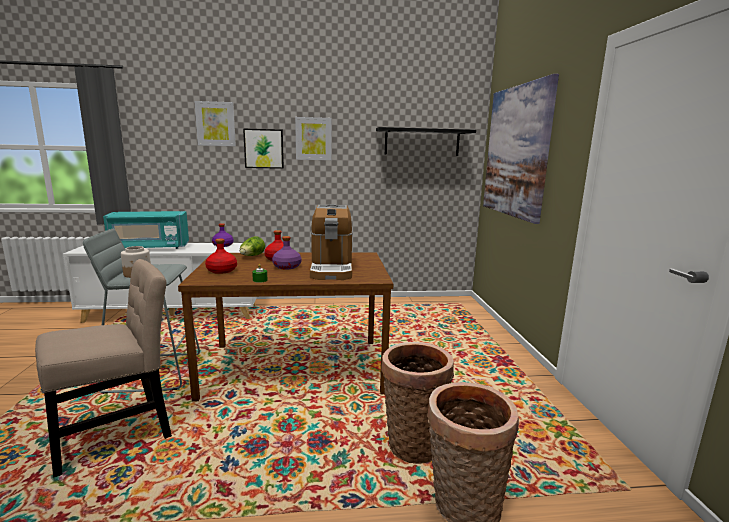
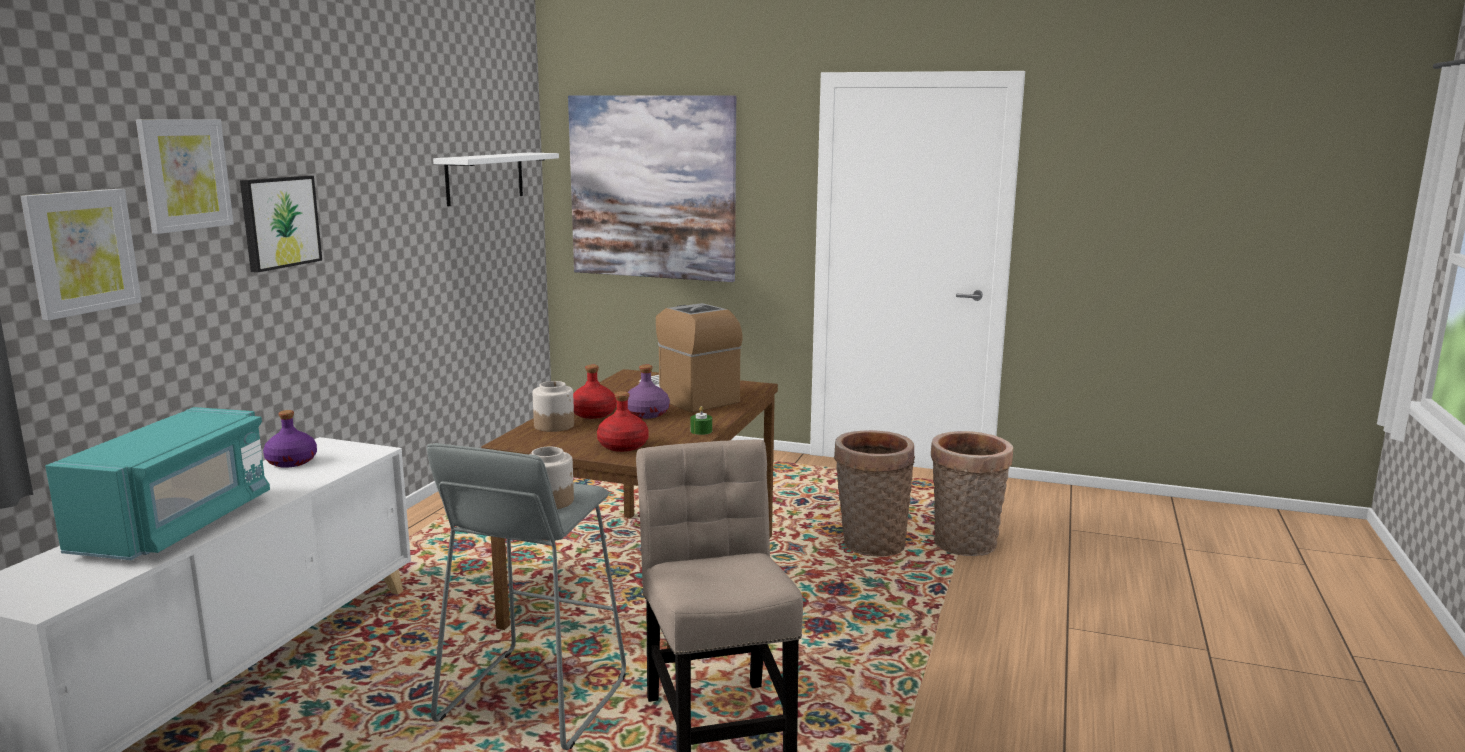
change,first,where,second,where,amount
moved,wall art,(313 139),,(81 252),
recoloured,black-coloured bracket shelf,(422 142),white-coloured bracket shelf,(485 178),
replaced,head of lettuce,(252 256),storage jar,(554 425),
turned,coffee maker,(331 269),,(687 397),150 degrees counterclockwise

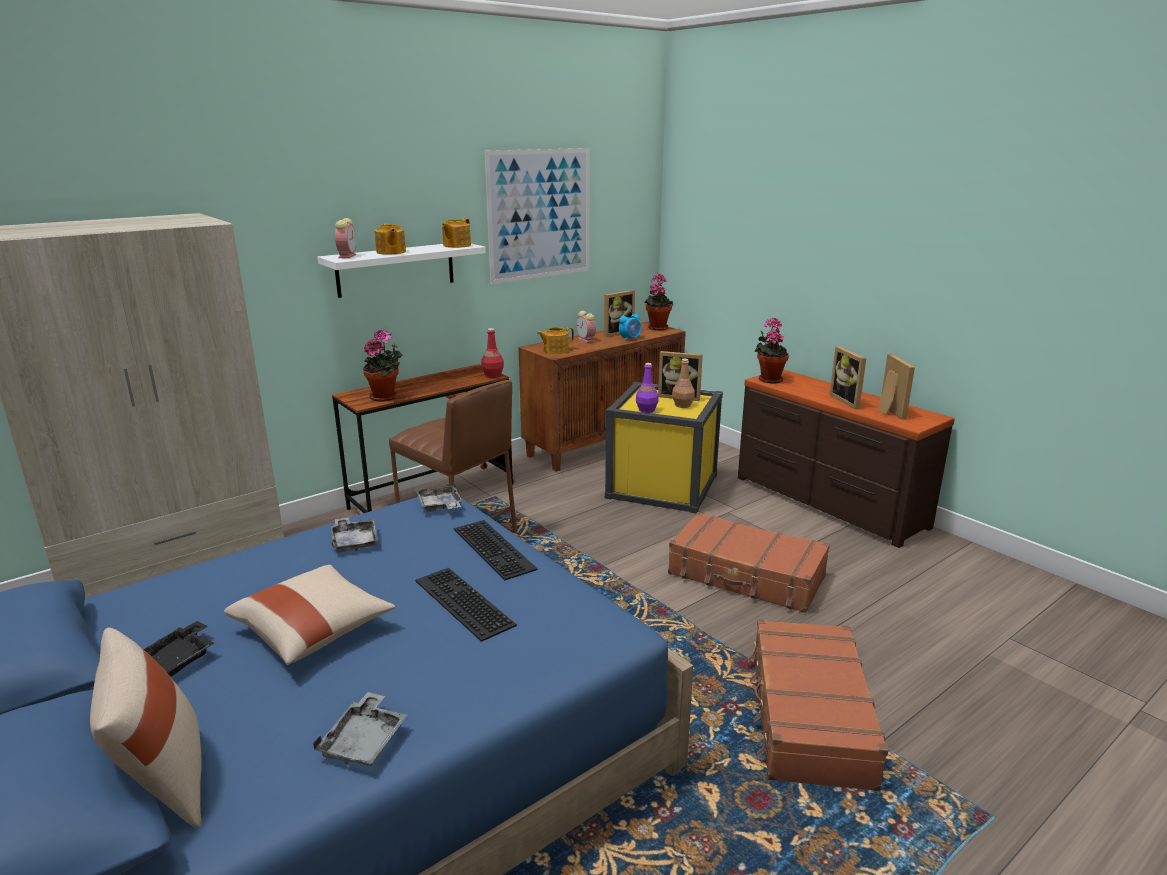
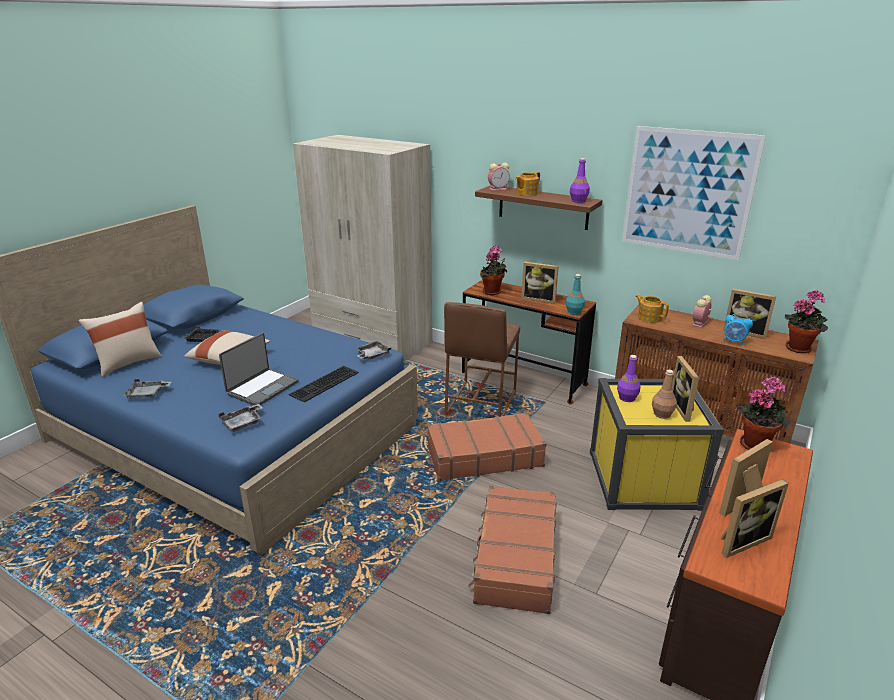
change,first,where,second,where,amount
replaced,keyboard,(460 603),laptop,(262 388),
moved,grey tray,(354 541),,(243 423),
moved,brownish suitcase,(808 716),,(484 456),
recoloured,white-coloured bracket shelf,(396 269),brownish bracket shelf,(543 207),
added,,,standing frame,(539 299),
recoloured,reddish drink bottle,(492 375),turquoise-coloured drink bottle,(574 312),
replaced,tea pot,(456 245),purple drink bottle,(578 201),

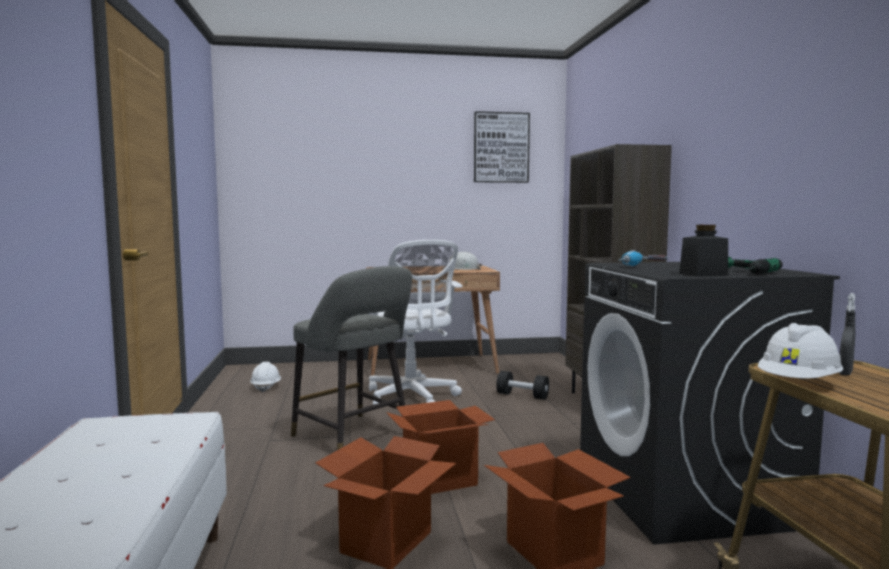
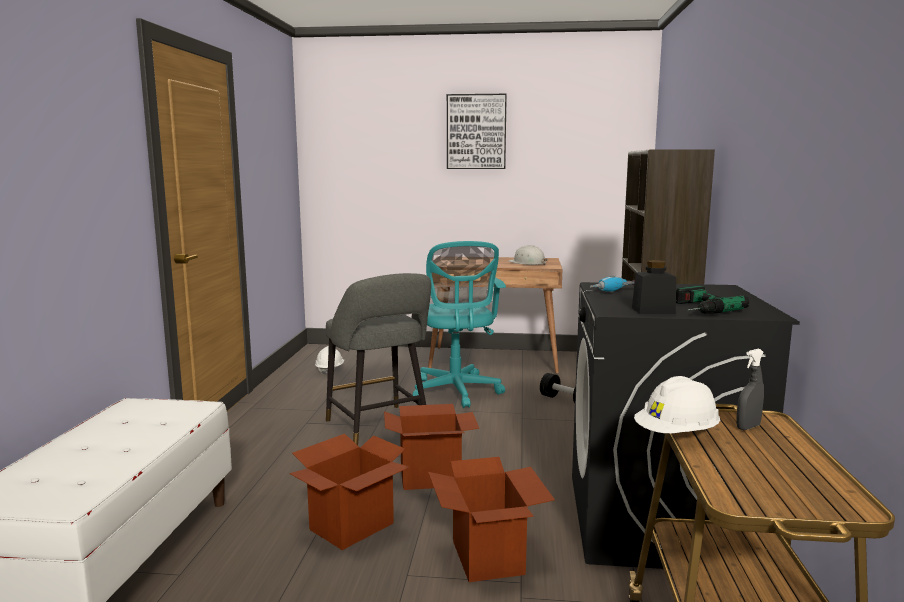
change,first,where,second,where,amount
recoloured,white-coloured computer chair,(413 397),turquoise-coloured computer chair,(456 392),
moved,wall art,(501 147),,(476 132),

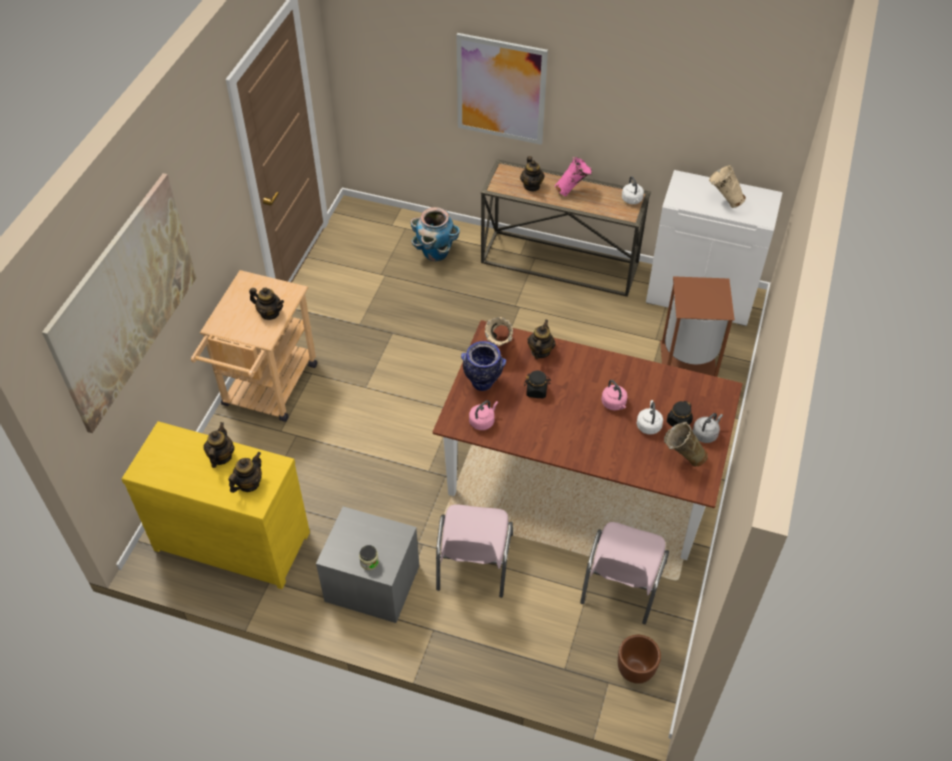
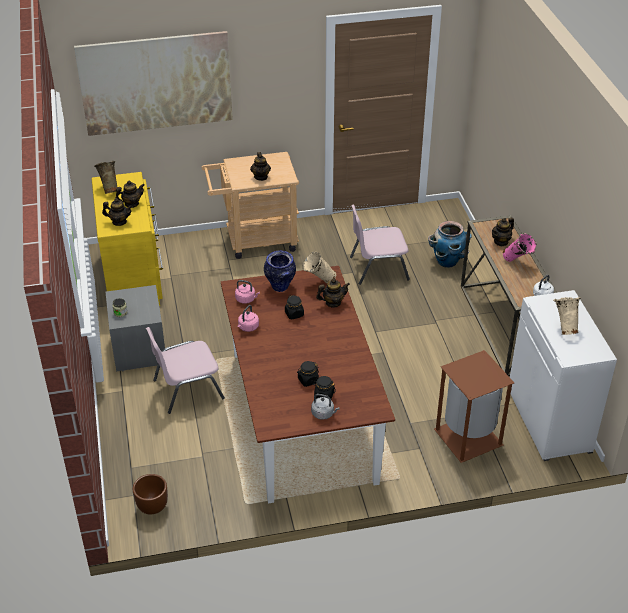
change,first,where,second,where,amount
moved,beige flower vase,(681 459),,(109 189),
moved,pink-coloured water kettle,(614 404),,(248 327),
replaced,white-coloured water kettle,(648 425),black-coloured storage jar,(308 380),
moved,pink-coloured chair,(621 584),,(377 268),
removed,wall art,(501 89),,,

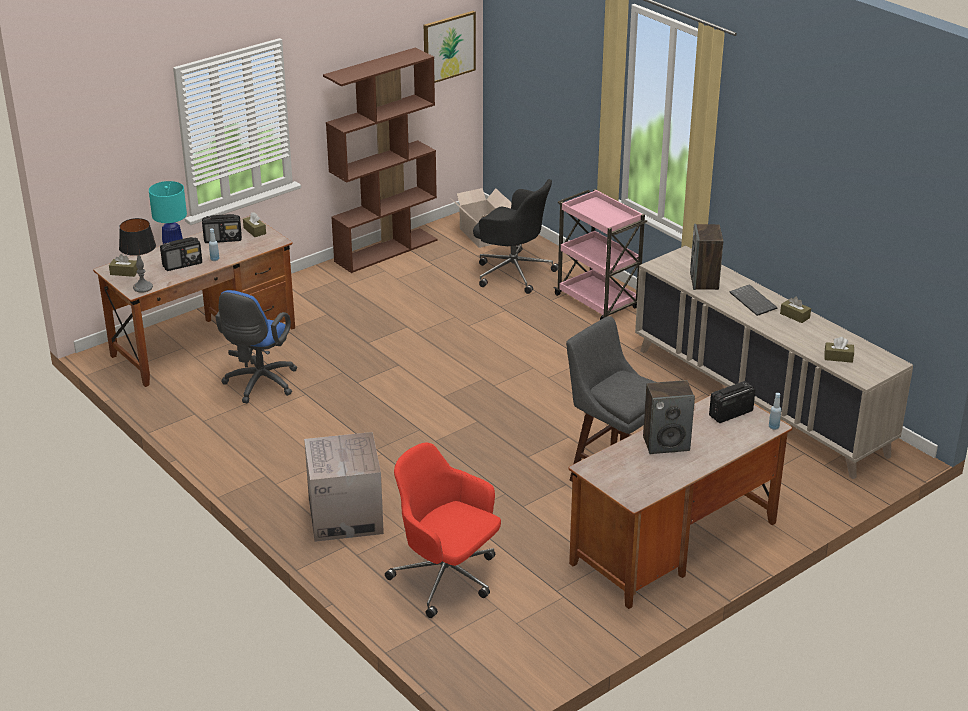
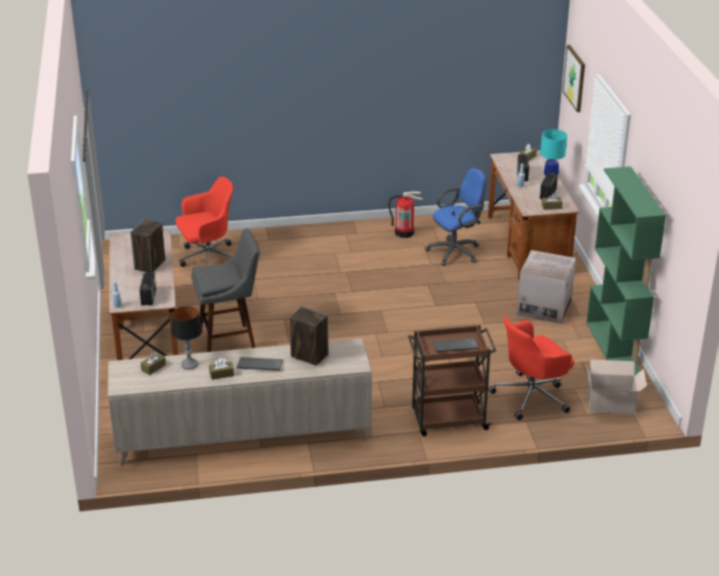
change,first,where,second,where,amount
moved,lamp for a table,(143 287),,(189 364),
added,,,fire extinguisher,(404 232),
recoloured,pink-coloured cart,(598 302),brownish cart,(448 420),
turned,bluish computer chair,(259 385),,(456 252),105 degrees clockwise
added,,,keyboard,(455 347),
recoloured,black-coloured computer chair,(512 272),reddish computer chair,(532 396),
moved,carton,(345 516),,(544 308),
moved,wall art,(448 47),,(575 78),
recoloured,brownish shelving unit,(386 250),green shelving unit,(614 348),

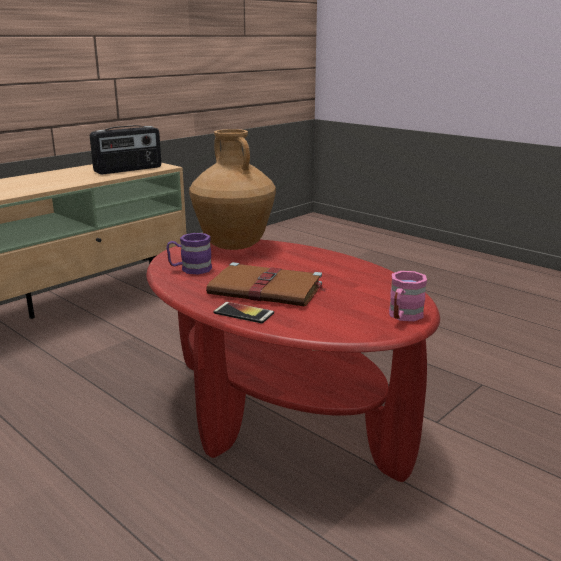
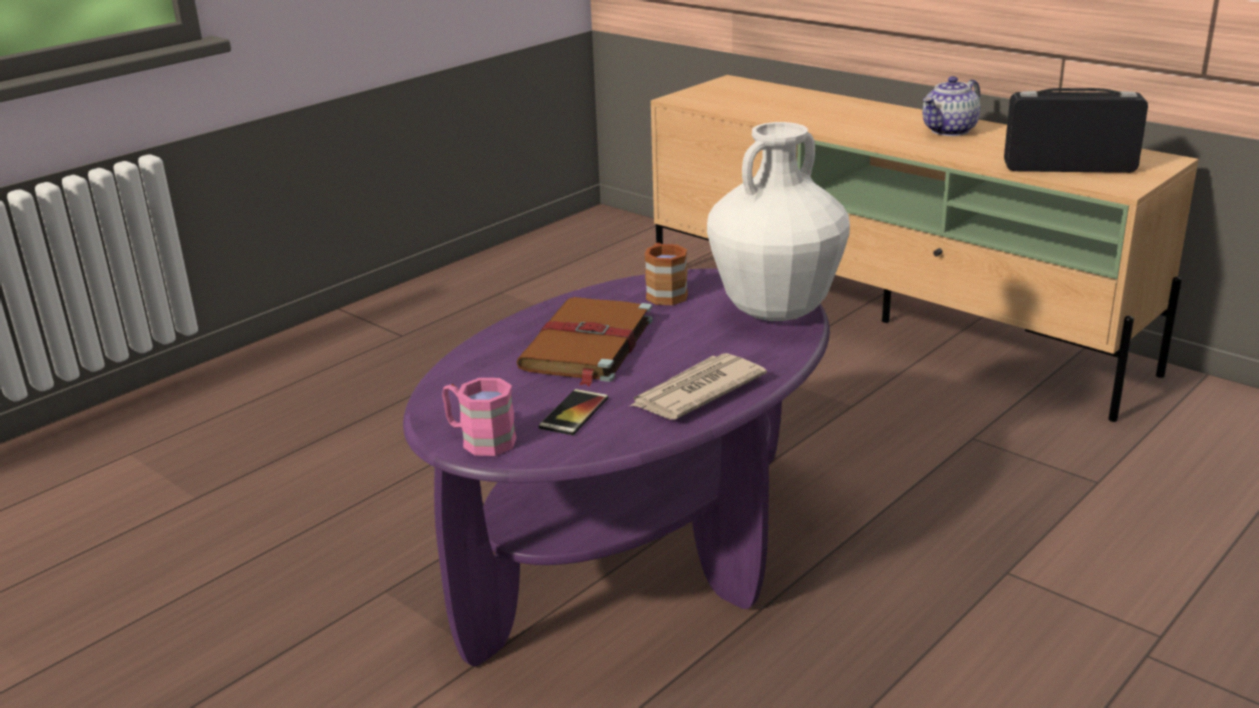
change,first,where,second,where,amount
recoloured,reddish low table,(280 415),purple low table,(637 552),
moved,phone,(243 313),,(574 413),
added,,,newspaper,(695 392),
recoloured,purple mug,(190 269),brownish mug,(664 292),
recoloured,brownish flower vase,(233 246),white-coloured flower vase,(776 311),
added,,,tea pot,(949 131),
turned,radio receiver,(128 170),,(1069 167),135 degrees clockwise

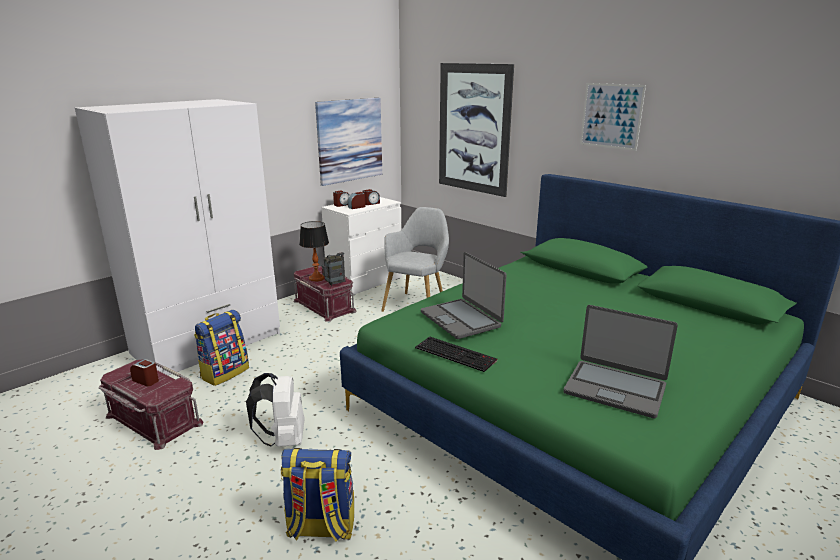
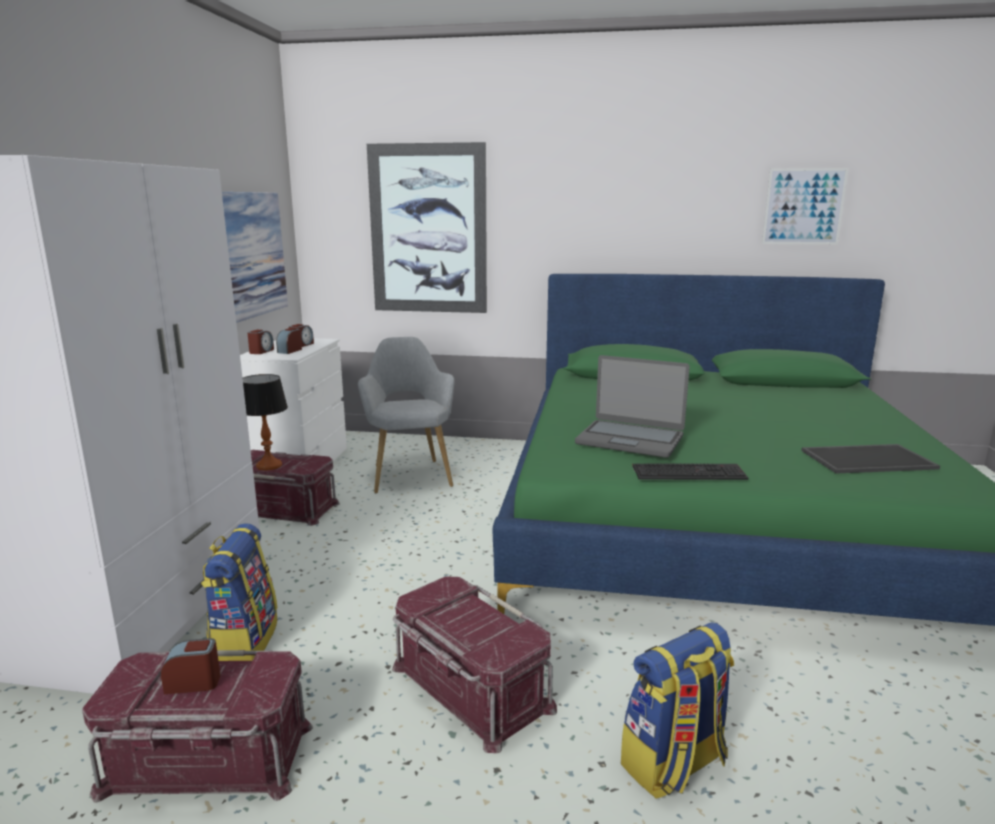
change,first,where,second,where,amount
replaced,white-coloured backpack,(283 439),reddish storage bin,(469 688),
moved,wall art,(611 116),,(804 206),
replaced,laptop,(615 388),tray,(868 459),
removed,radio receiver,(335 284),,,

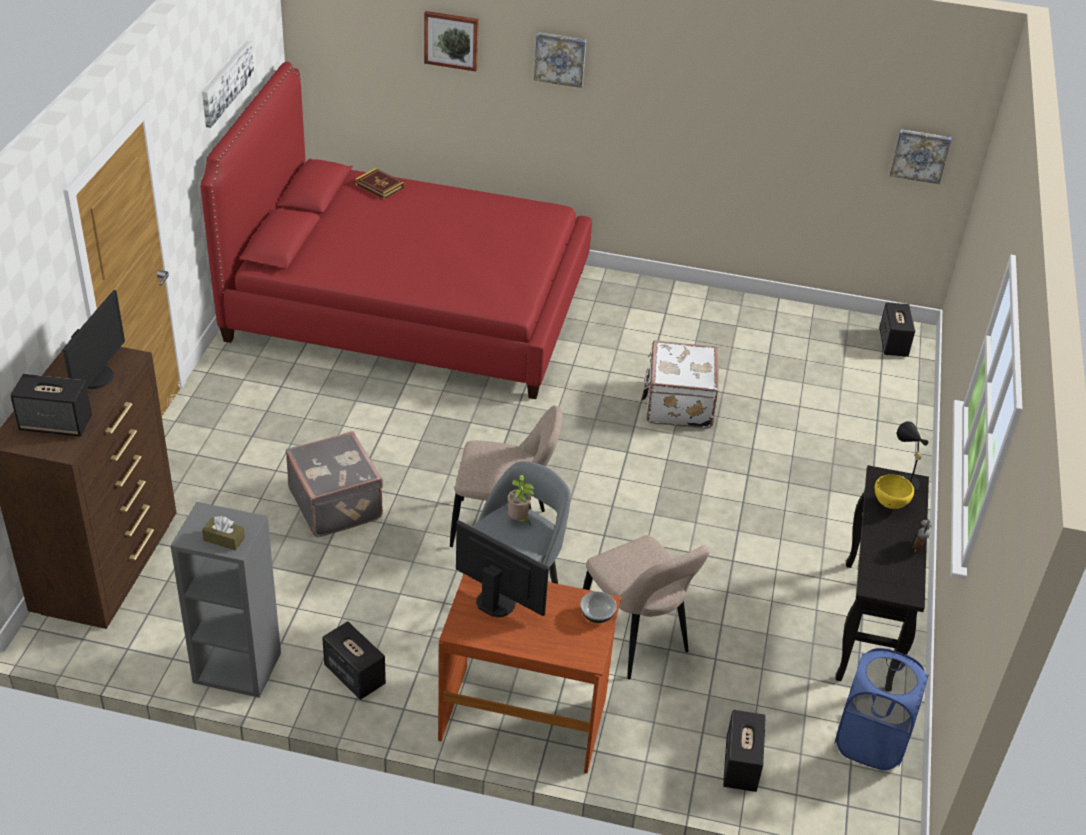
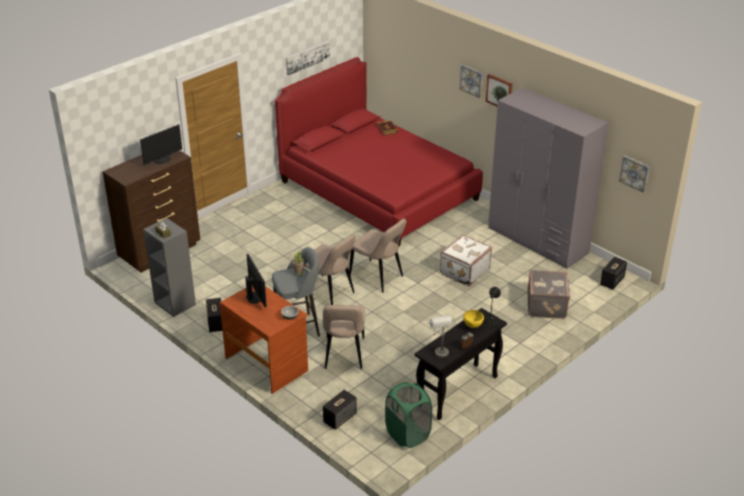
change,first,where,second,where,amount
added,,,beige chair,(378 277),
recoloured,bluish hamper,(870 742),green hamper,(408 434),
added,,,grey lamp for a table,(440 350),
moved,wall art,(451 40),,(499 92),
added,,,grey clothes cupboard,(537 240),
moved,grey suitcase,(337 503),,(547 305),
removed,loudspeaker,(56 424),,,

